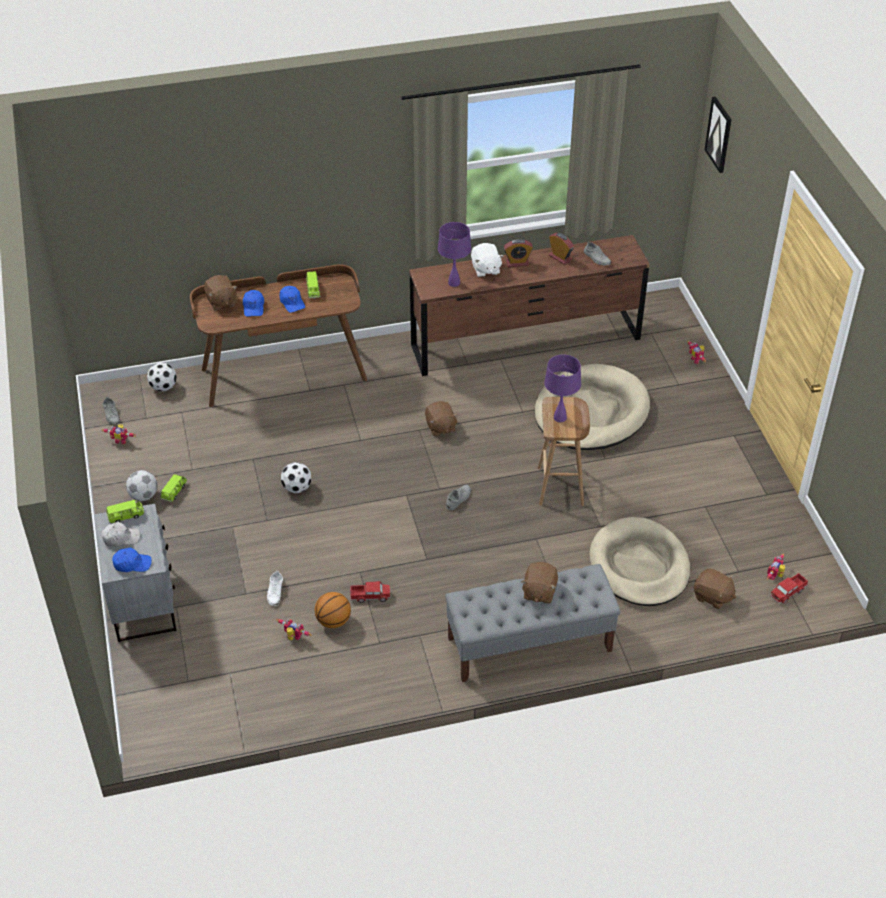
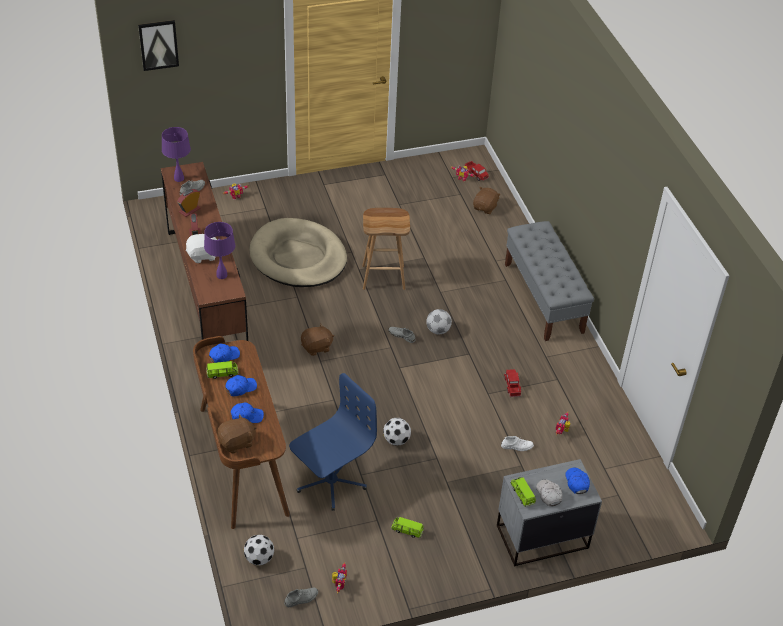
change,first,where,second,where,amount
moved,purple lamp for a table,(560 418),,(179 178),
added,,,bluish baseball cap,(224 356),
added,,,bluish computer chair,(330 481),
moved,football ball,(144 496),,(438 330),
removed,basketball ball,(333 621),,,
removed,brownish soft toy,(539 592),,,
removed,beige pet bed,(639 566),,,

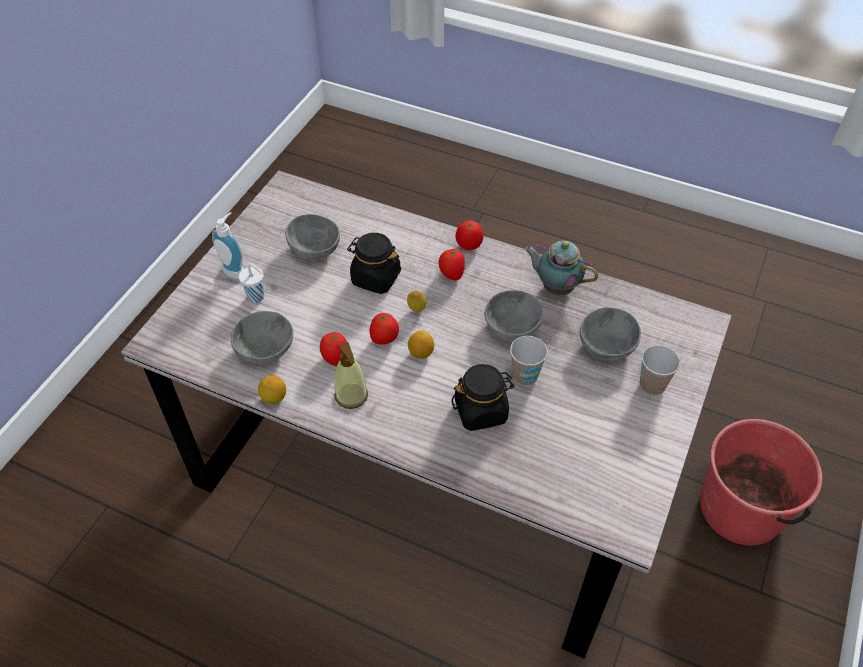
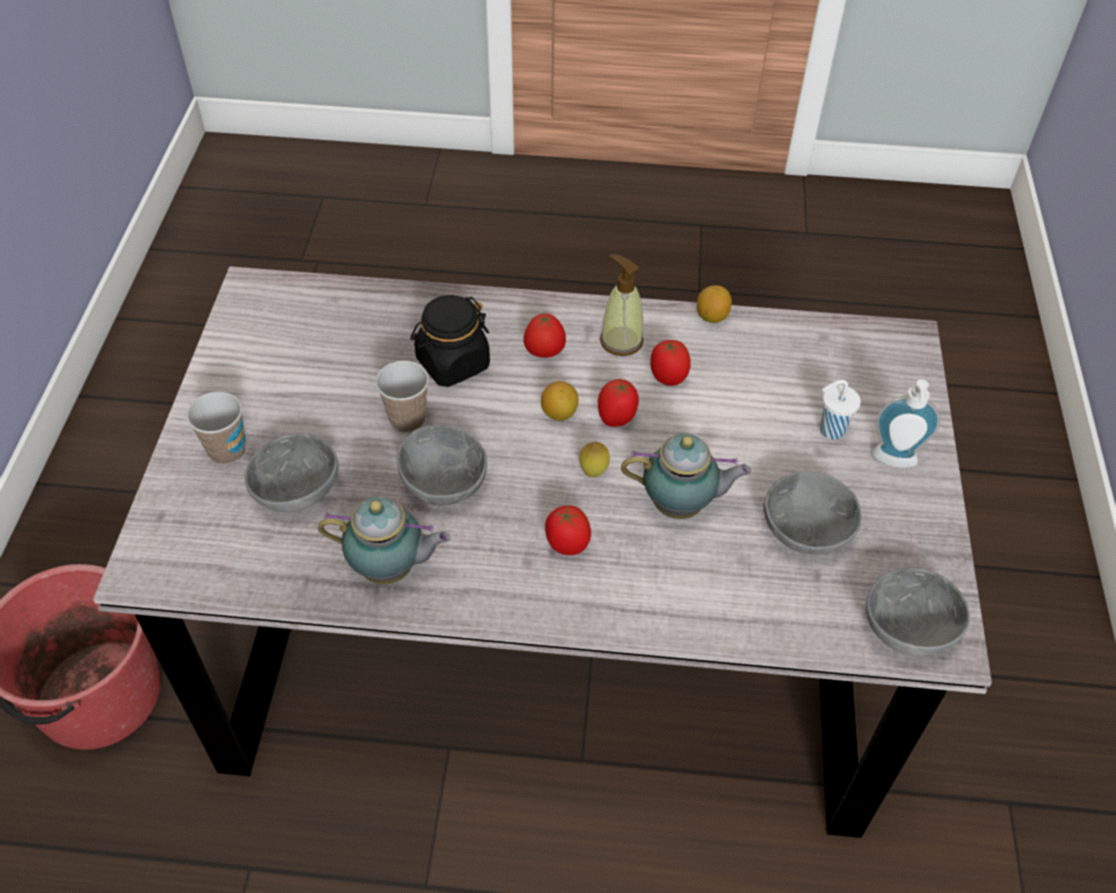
change,first,where,second,where,amount
moved,tomato,(468 246),,(544 353),
replaced,black-coloured storage jar,(375 278),tea pot,(681 506),
moved,grey serving bowl,(265 350),,(906 627),

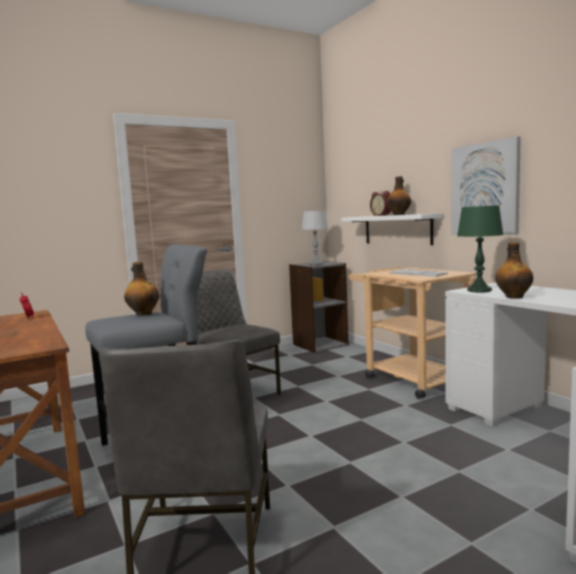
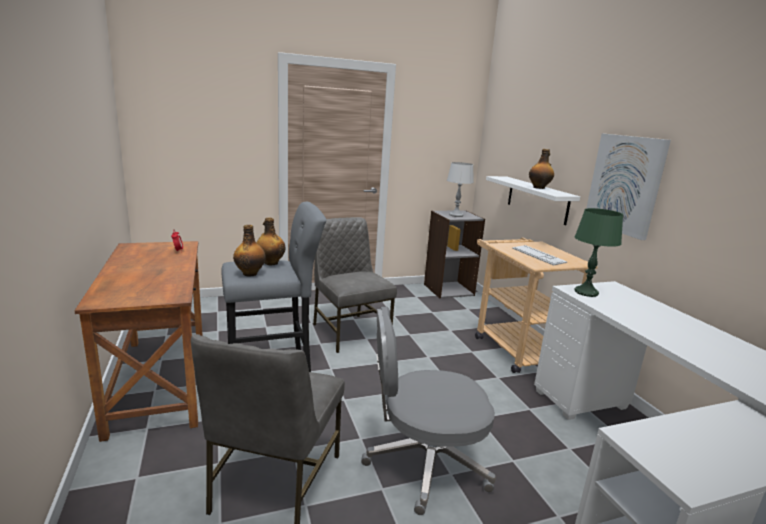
change,first,where,second,where,amount
moved,drink bottle,(513 297),,(250 273),
added,,,grey computer chair,(424 463),
removed,alarm clock,(382 215),,,

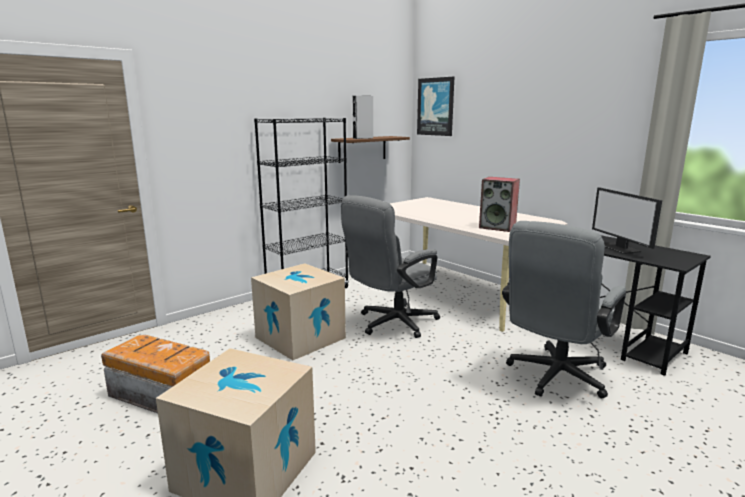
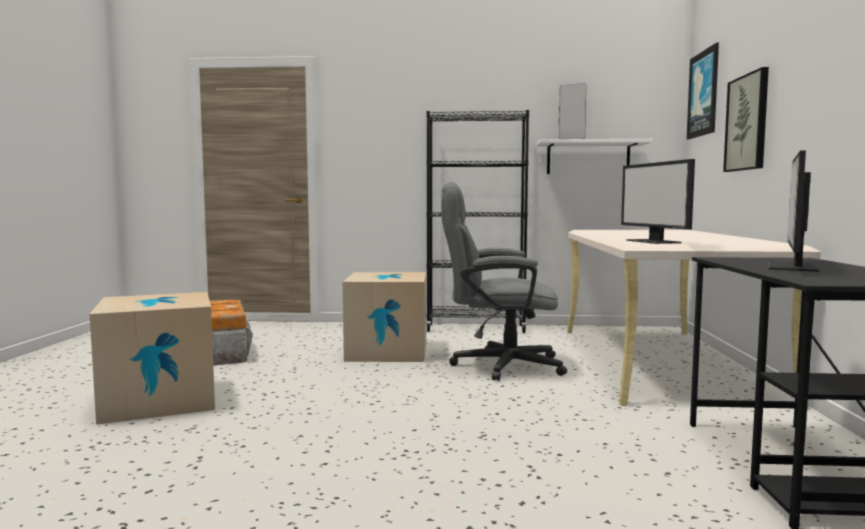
change,first,where,second,where,amount
recoloured,brownish bracket shelf,(362 149),white-coloured bracket shelf,(588 158),
replaced,loudspeaker,(498 227),computer display,(654 241),
added,,,wall art,(747 123),
removed,grey computer chair,(554 378),,,

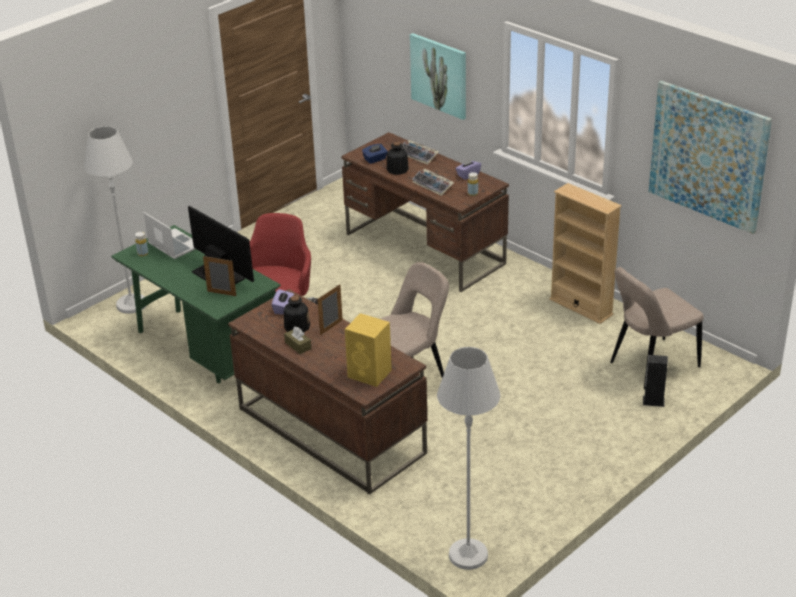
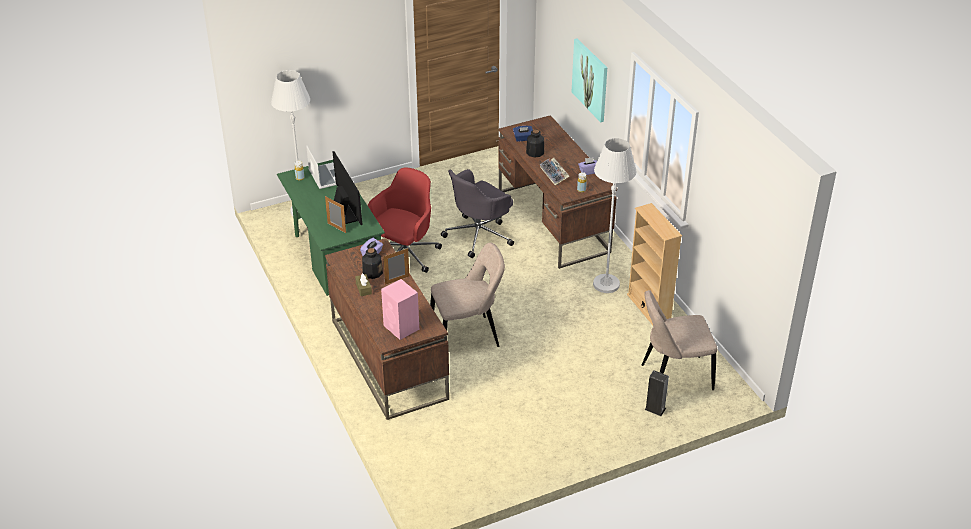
change,first,where,second,where,amount
recoloured,yellow loudspeaker,(370 374),pink-coloured loudspeaker,(402 328),
added,,,grey computer chair,(479 235),
moved,white-coloured standing lamp,(468 555),,(606 284),
removed,keyboard,(418 155),,,
removed,wall art,(708 156),,,

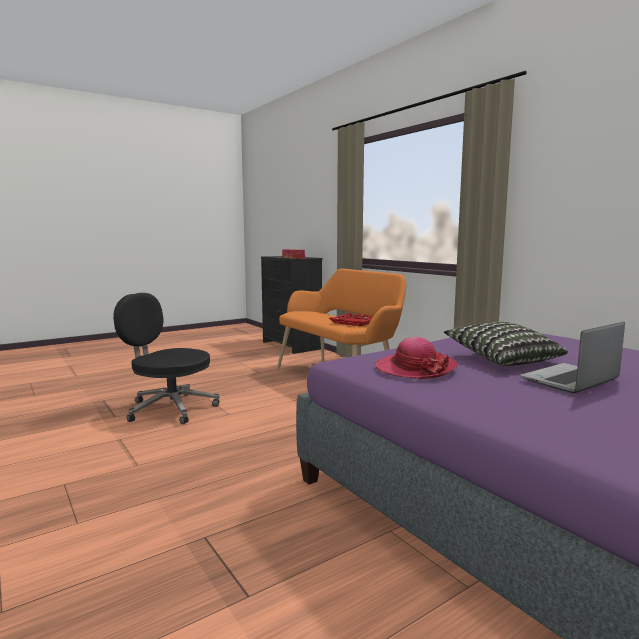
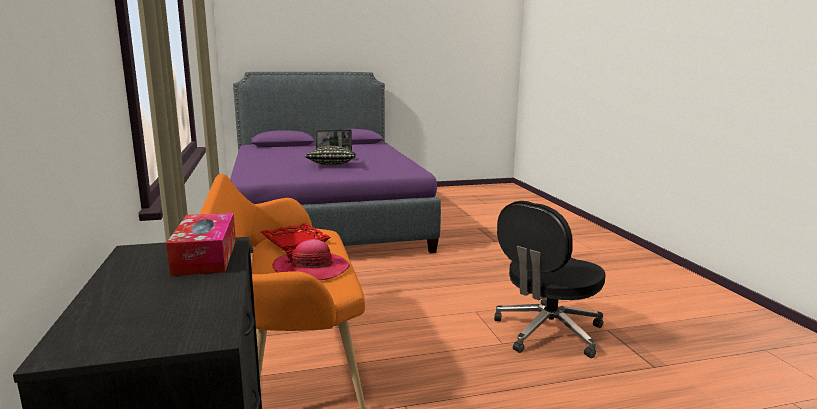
change,first,where,second,where,amount
moved,hat,(415 369),,(311 269),
turned,black-coloured computer chair,(169 408),,(547 332),90 degrees clockwise

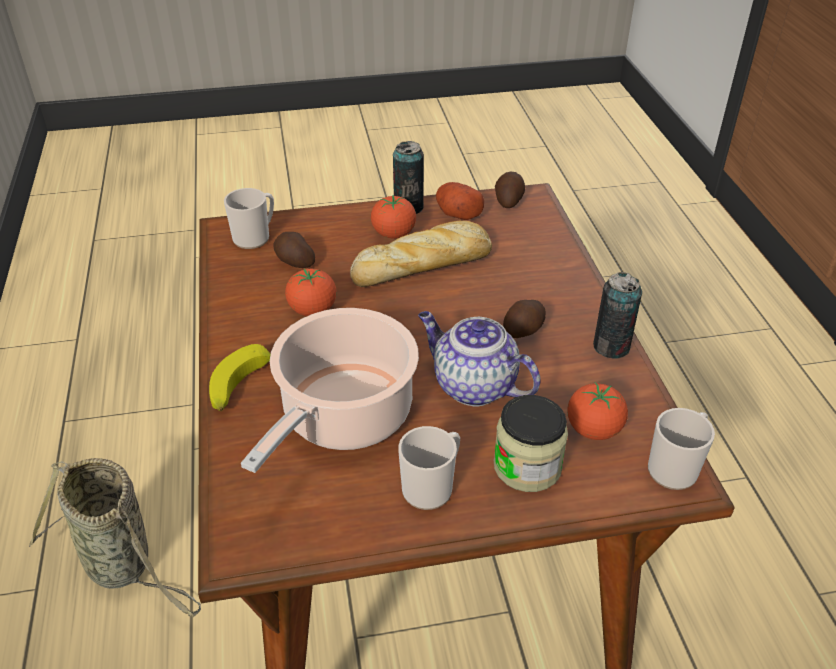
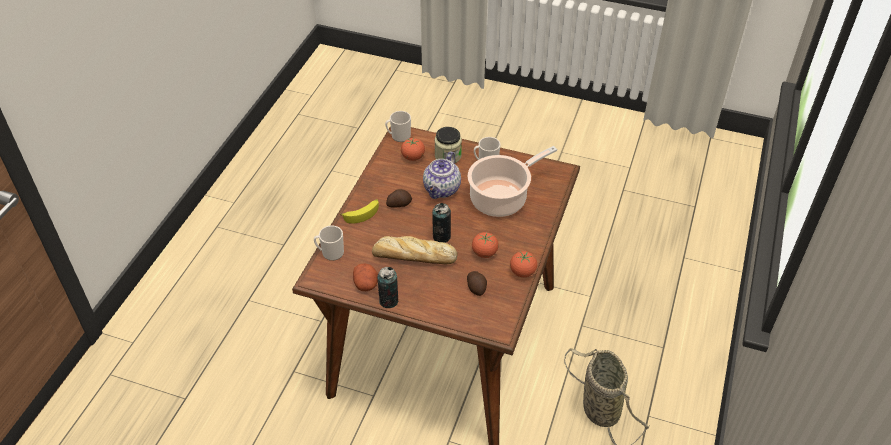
change,first,where,second,where,amount
moved,mug,(255 237),,(330 253),
moved,banana,(240 387),,(362 213),
turned,tea pot,(472 385),,(442 190),45 degrees clockwise
moved,metal can,(611 347),,(441 236),
moved,tomato,(393 234),,(522 272),
removed,spud,(508 200),,,

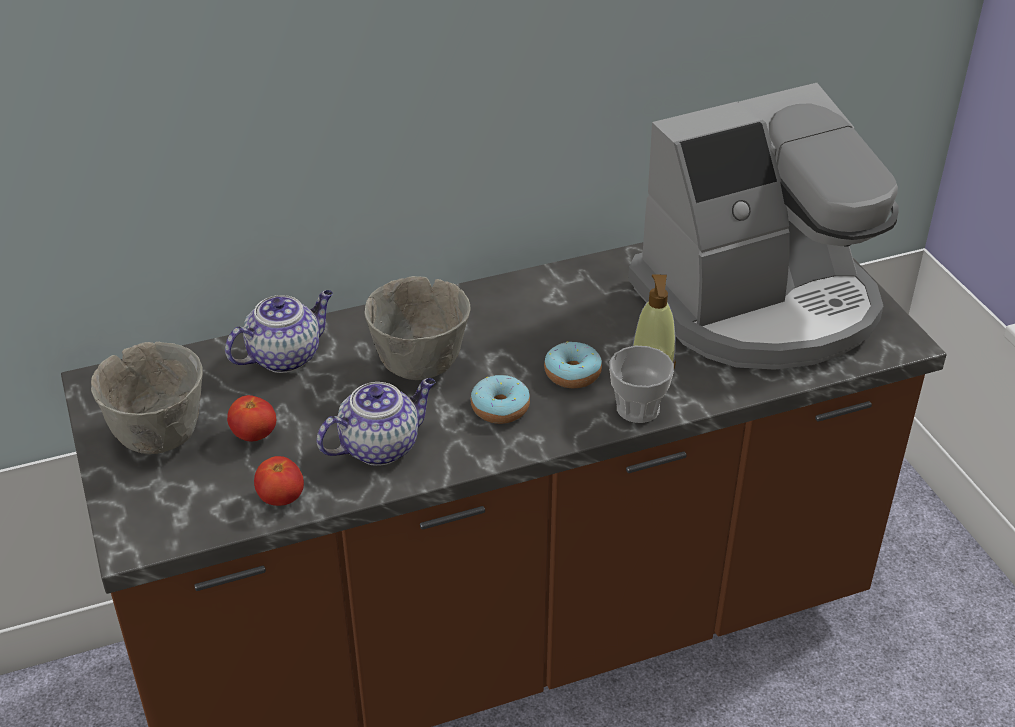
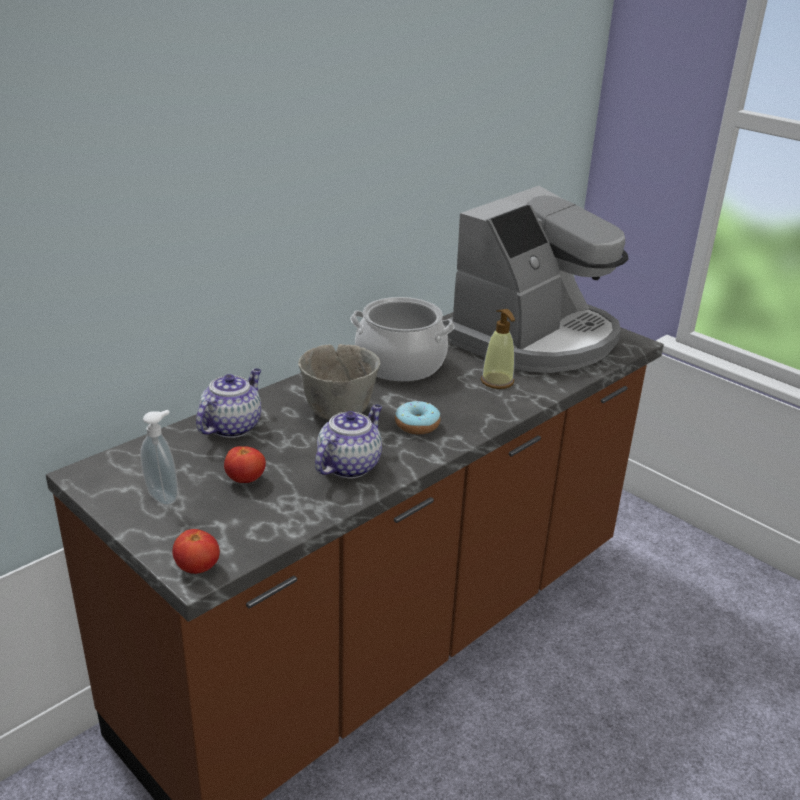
change,first,where,second,where,amount
replaced,grey serving bowl,(158 434),liquid soap bottle,(164 496),
moved,tomato,(281 498),,(197 568),
added,,,cooking pot,(400 364),
removed,donut,(572 373),,,
removed,drinking cup,(638 408),,,

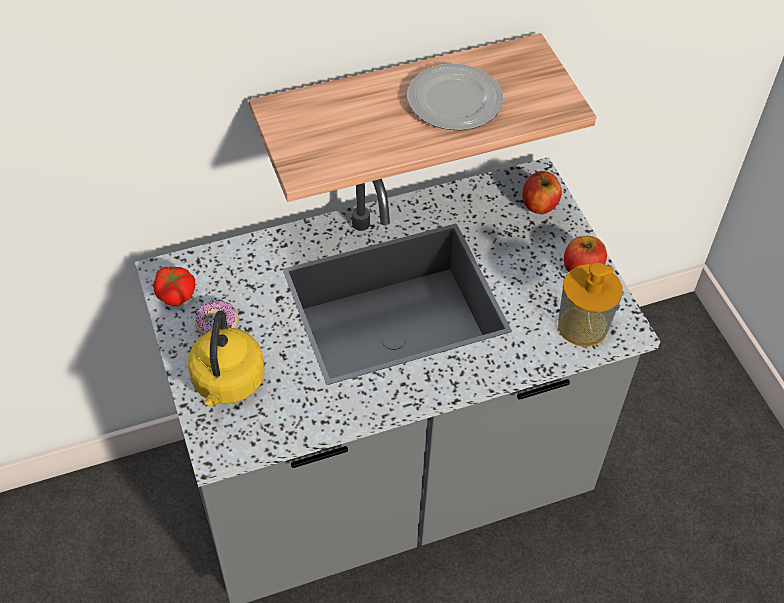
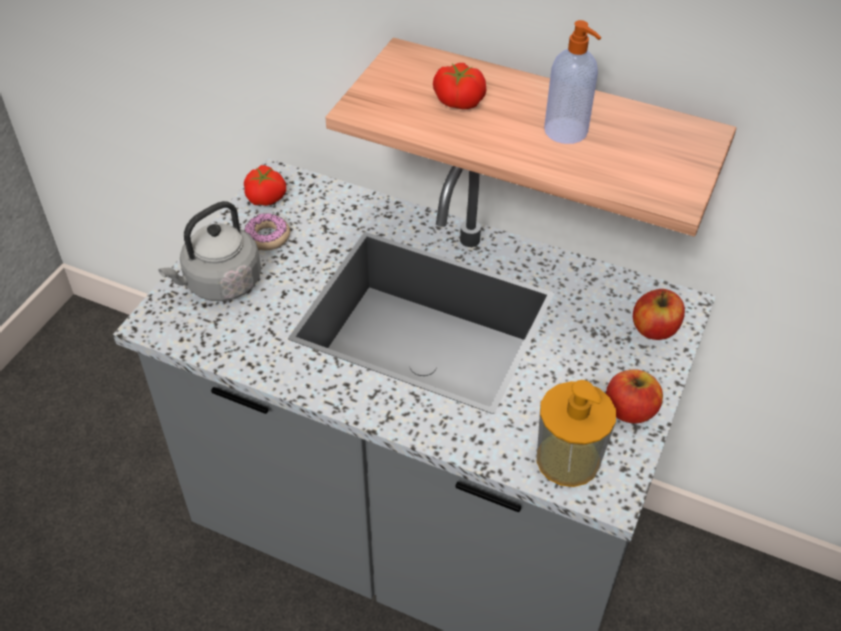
change,first,where,second,where,amount
recoloured,yellow water kettle,(228 383),grey water kettle,(220 284),
added,,,tomato,(459 100),
replaced,dinner plate,(454 101),liquid soap bottle,(567 132),

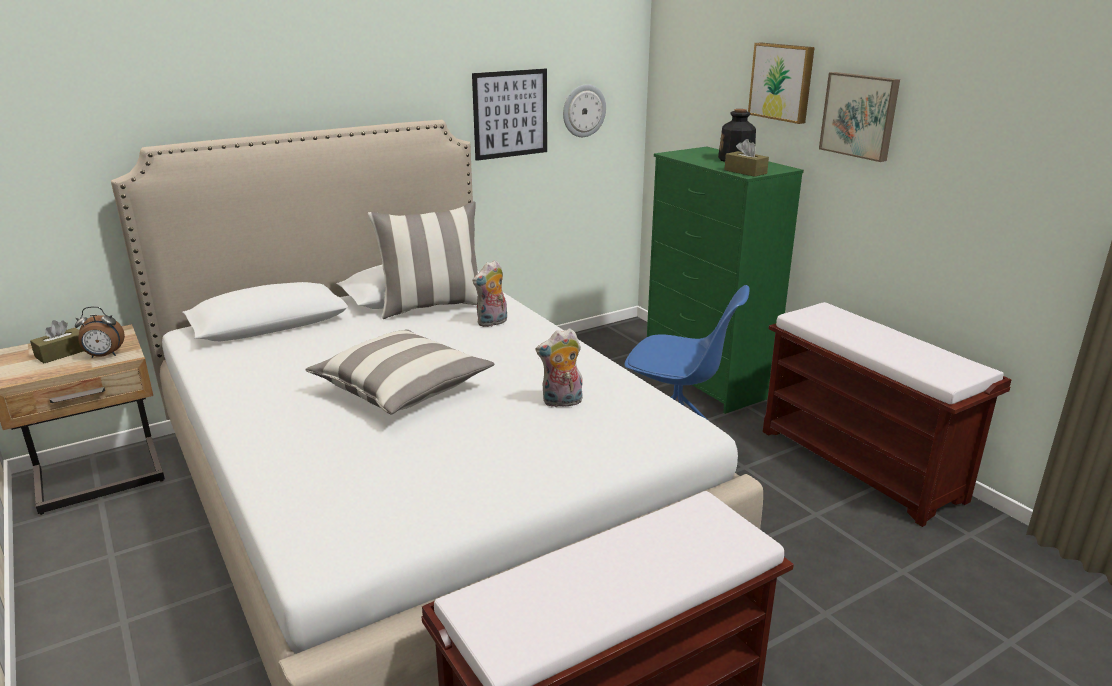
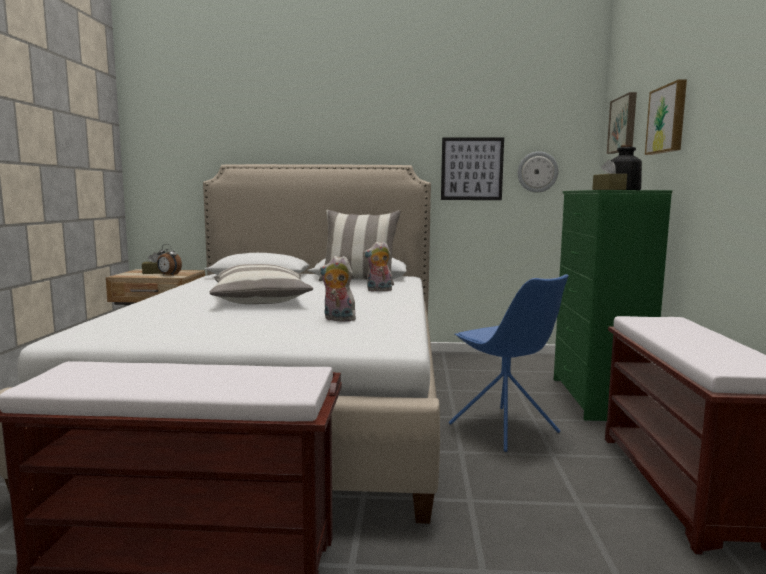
change,first,where,second,where,amount
moved,wall art,(860 115),,(624 124),

